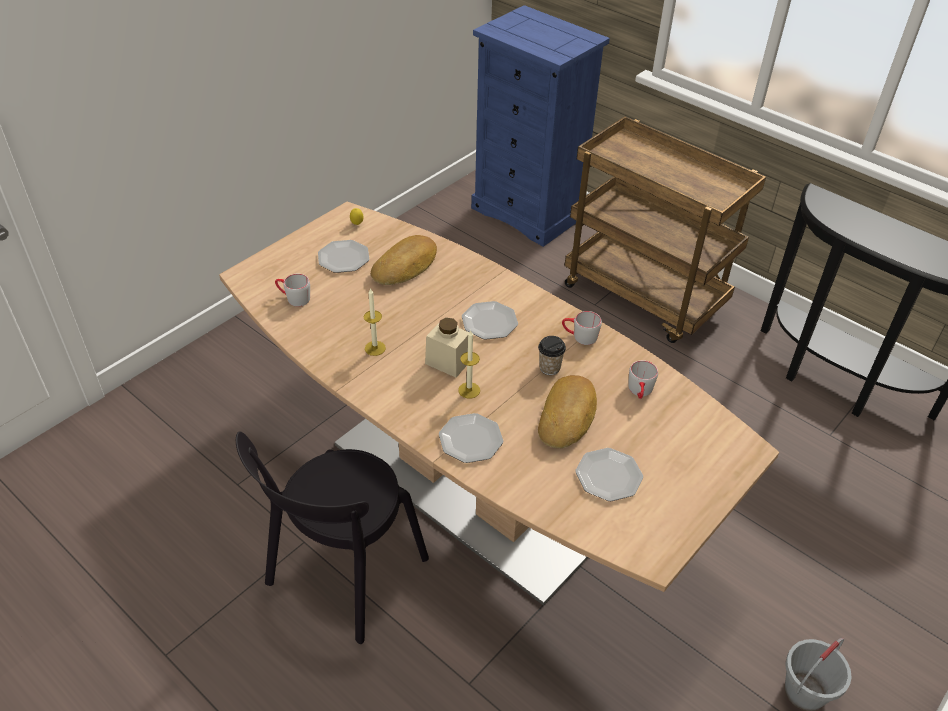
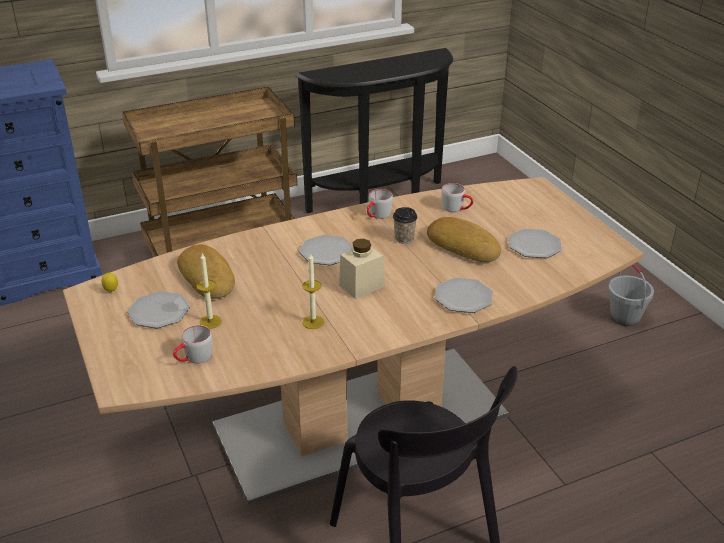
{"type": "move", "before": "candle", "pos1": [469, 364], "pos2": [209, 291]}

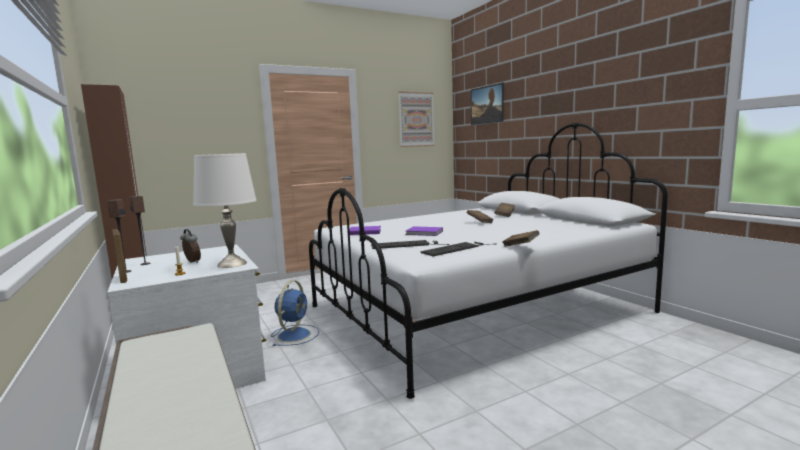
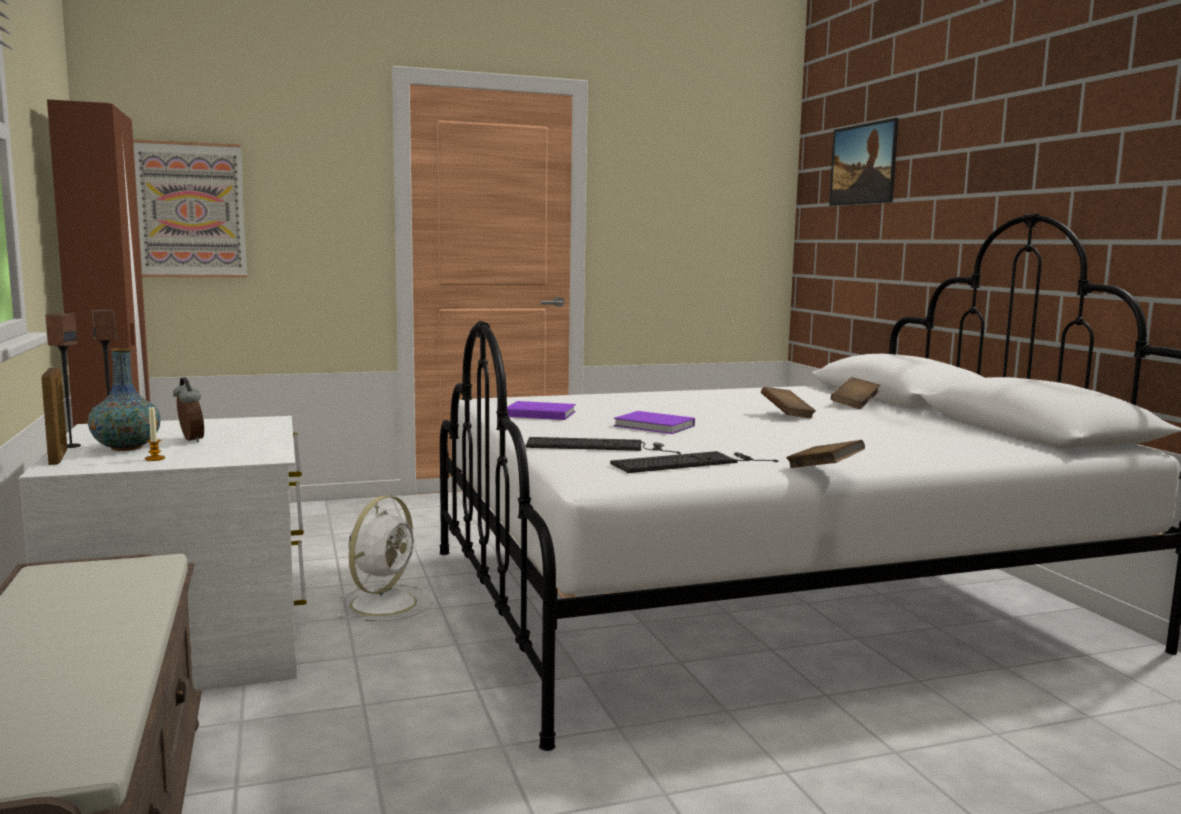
{"type": "delete", "before": "white table lamp", "pos1": [225, 210]}
{"type": "insert", "after": "vase", "pos2": [124, 399]}
{"type": "move", "before": "picture", "pos1": [416, 119], "pos2": [190, 208]}
{"type": "recolor", "before": "blue fan", "after": "white fan", "pos1": [295, 313], "pos2": [384, 558]}

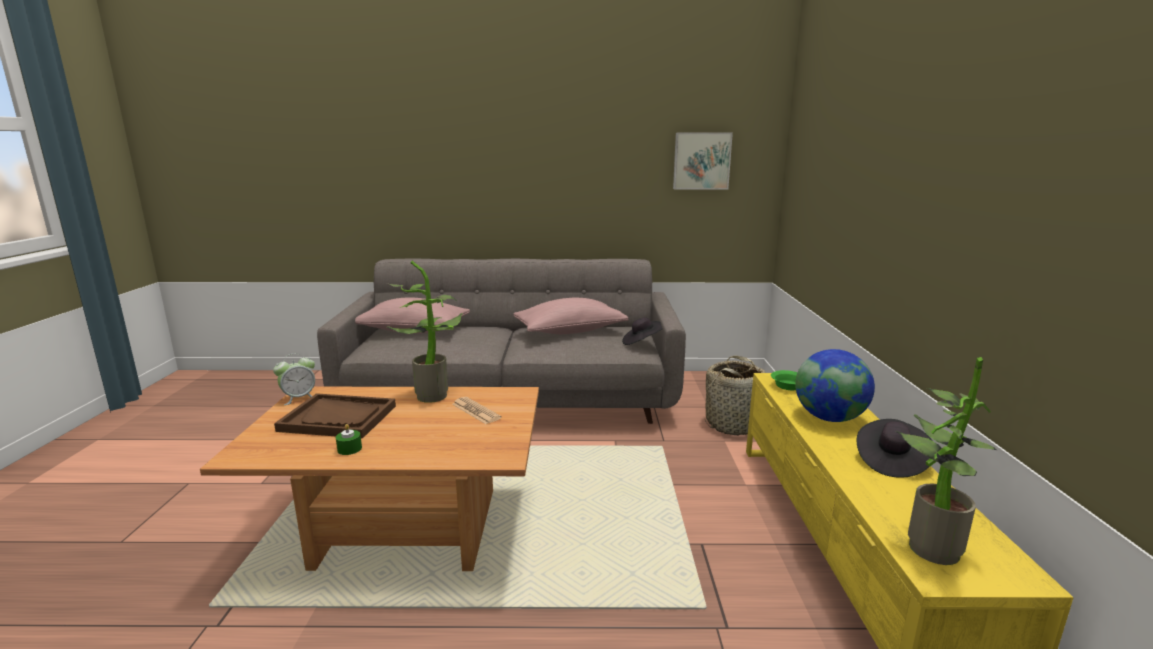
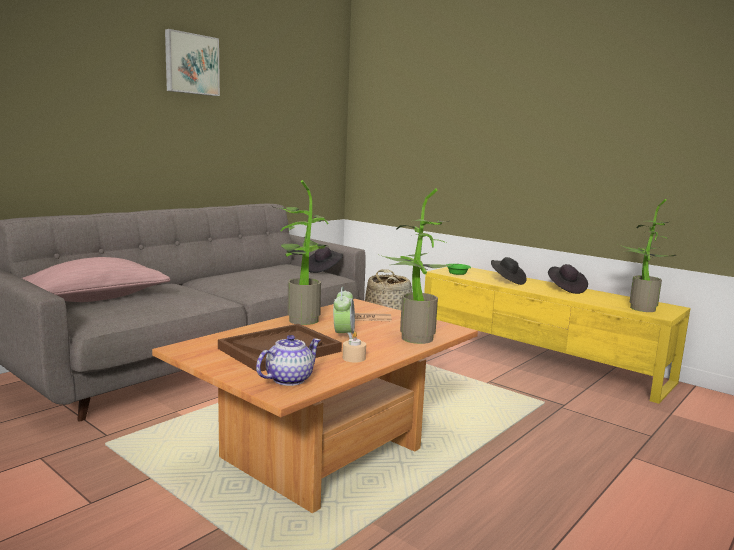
{"type": "delete", "before": "pink pillow", "pos1": [571, 316]}
{"type": "insert", "after": "teapot", "pos2": [288, 360]}
{"type": "insert", "after": "potted plant", "pos2": [418, 266]}
{"type": "move", "before": "alarm clock", "pos1": [294, 379], "pos2": [344, 313]}
{"type": "move", "before": "picture", "pos1": [703, 161], "pos2": [192, 62]}
{"type": "replace", "before": "globe", "after": "black hat", "pos1": [835, 385], "pos2": [508, 271]}
{"type": "recolor", "before": "green candle", "after": "beige candle", "pos1": [349, 439], "pos2": [354, 347]}

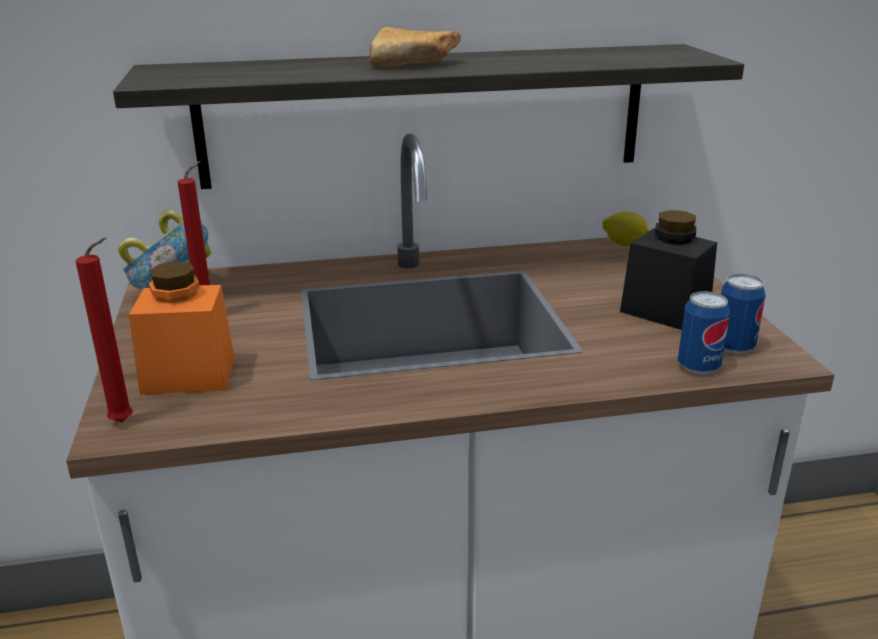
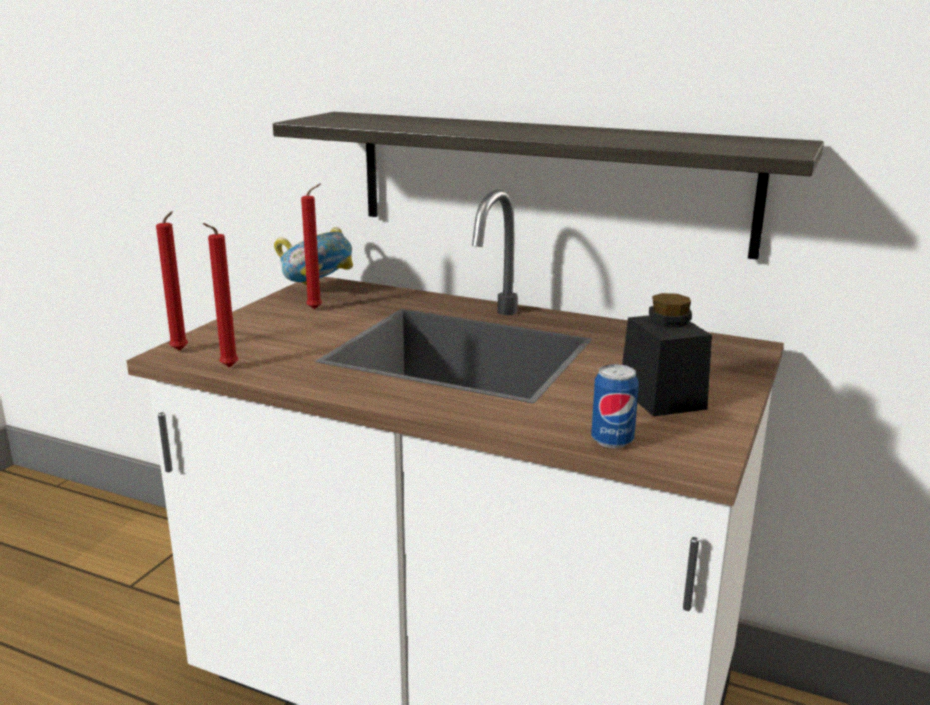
{"type": "delete", "before": "orange jar", "pos1": [182, 328]}
{"type": "delete", "before": "bread", "pos1": [415, 47]}
{"type": "delete", "before": "lemon", "pos1": [626, 229]}
{"type": "delete", "before": "can", "pos1": [743, 314]}
{"type": "insert", "after": "red candle", "pos2": [220, 295]}

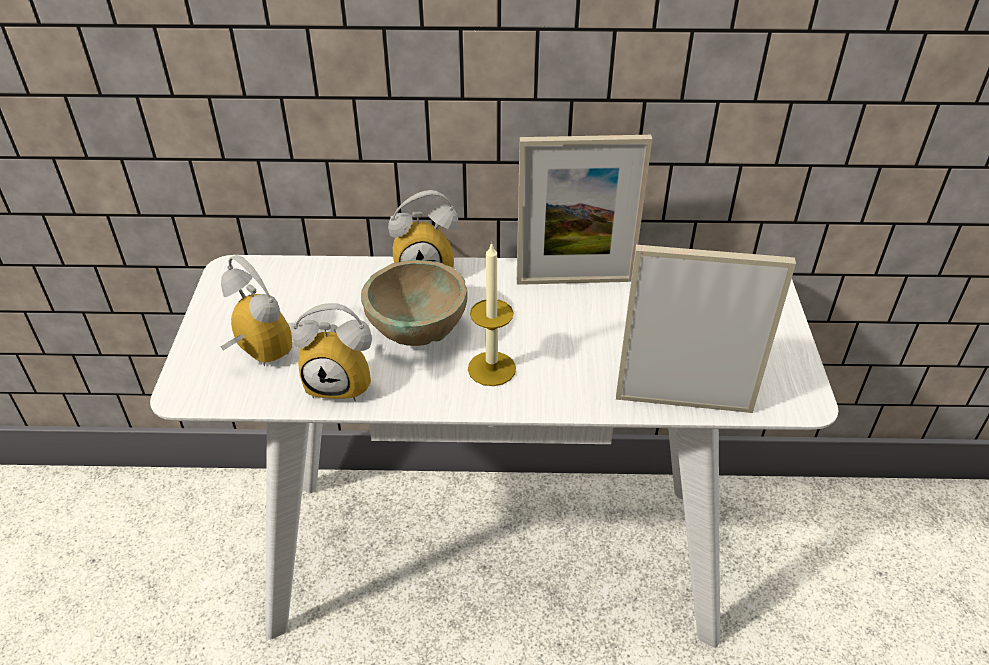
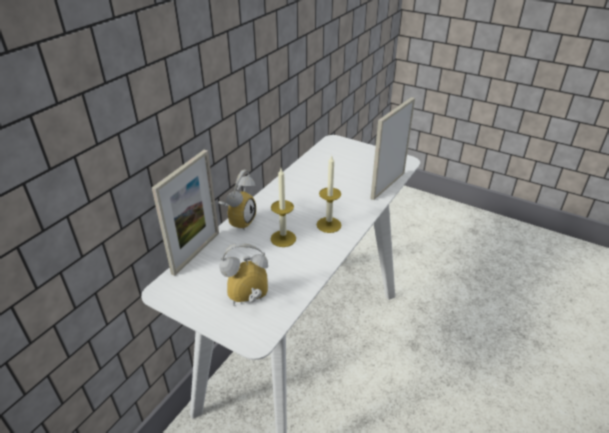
{"type": "delete", "before": "alarm clock", "pos1": [332, 352]}
{"type": "move", "before": "picture frame", "pos1": [584, 210], "pos2": [185, 213]}
{"type": "replace", "before": "beige bowl", "after": "candle", "pos1": [414, 303], "pos2": [283, 207]}

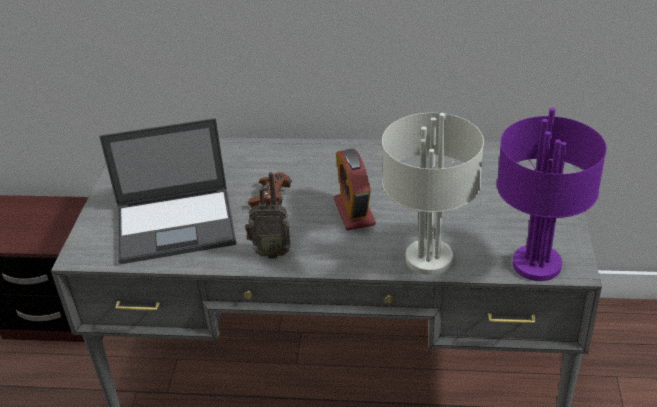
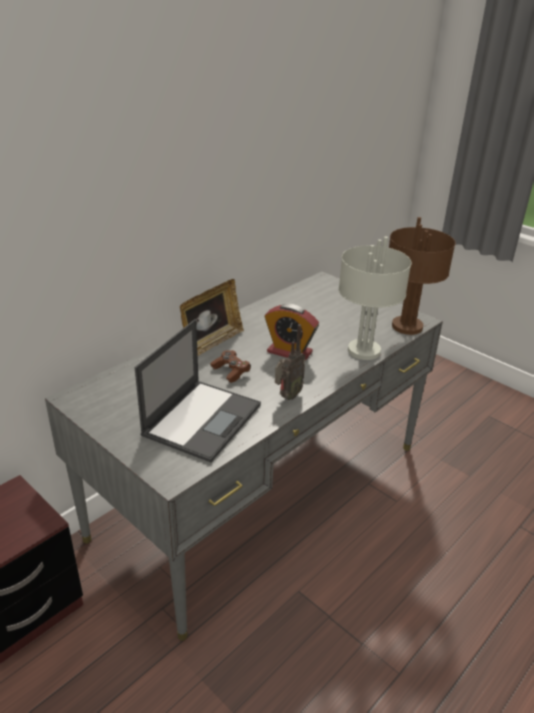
{"type": "insert", "after": "picture frame", "pos2": [212, 317]}
{"type": "recolor", "before": "purple table lamp", "after": "brown table lamp", "pos1": [552, 194], "pos2": [422, 276]}

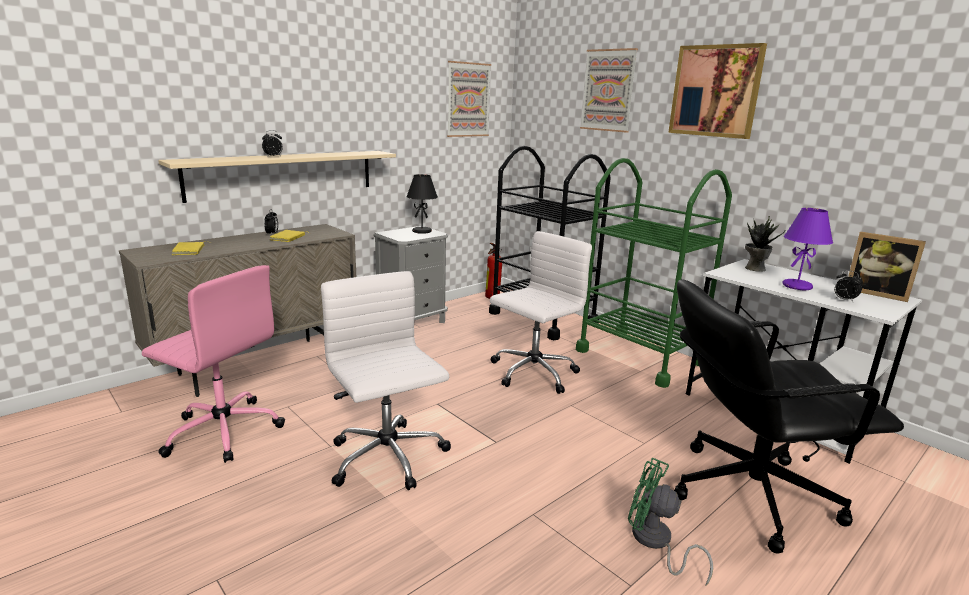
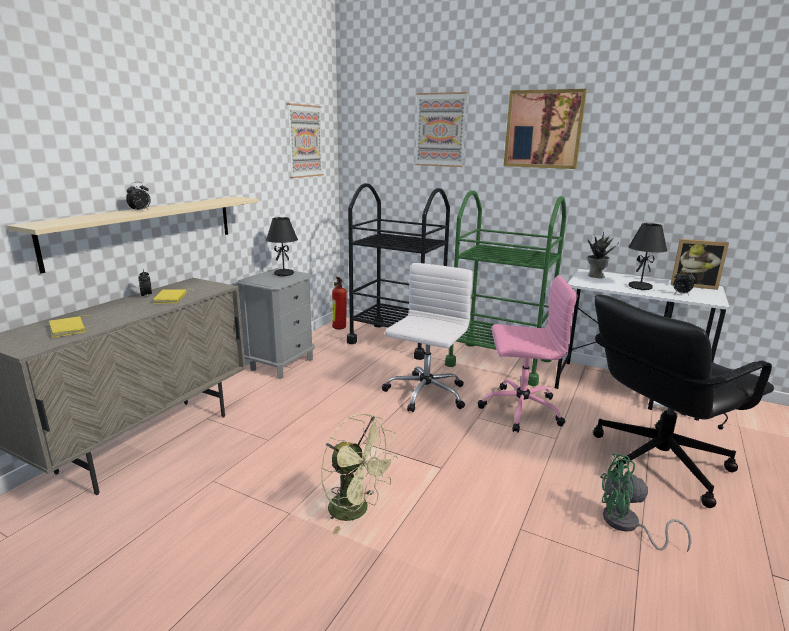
{"type": "move", "before": "pink office chair", "pos1": [213, 364], "pos2": [528, 354]}
{"type": "replace", "before": "white office chair", "after": "green fan", "pos1": [386, 380], "pos2": [359, 473]}
{"type": "recolor", "before": "purple table lamp", "after": "black table lamp", "pos1": [808, 249], "pos2": [647, 256]}

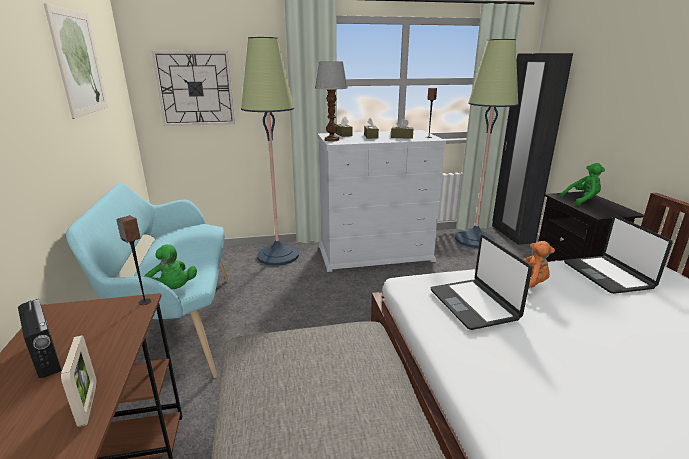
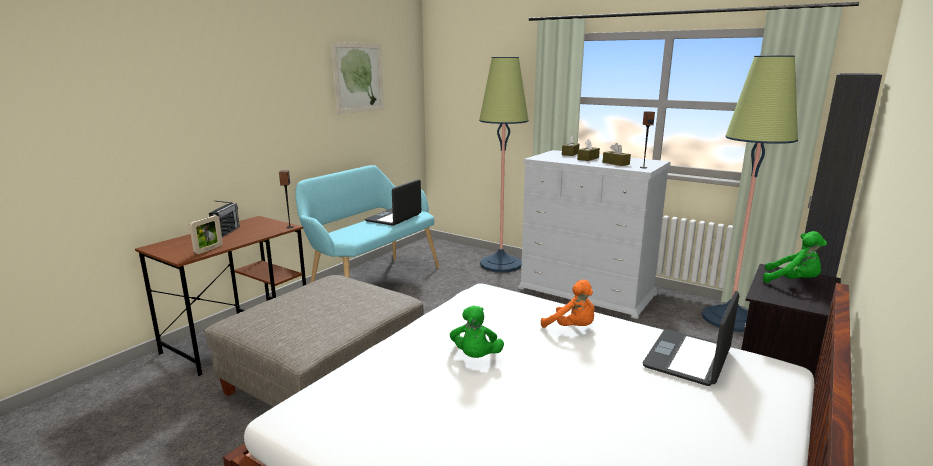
{"type": "delete", "before": "wall clock", "pos1": [193, 88]}
{"type": "delete", "before": "table lamp", "pos1": [331, 102]}
{"type": "move", "before": "green plush toy", "pos1": [170, 266], "pos2": [477, 332]}
{"type": "move", "before": "laptop", "pos1": [481, 282], "pos2": [393, 202]}

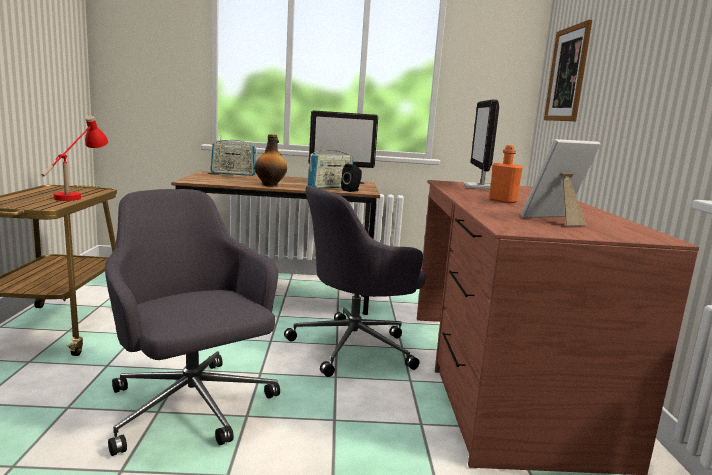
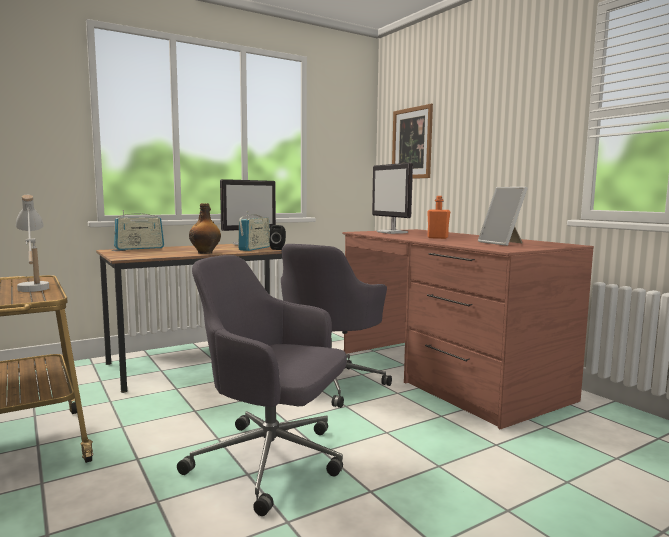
{"type": "recolor", "before": "red table lamp", "after": "white table lamp", "pos1": [74, 158], "pos2": [32, 243]}
{"type": "rotate", "before": "picture frame", "pos1": [561, 182], "pos2": [503, 216], "turn": -60}

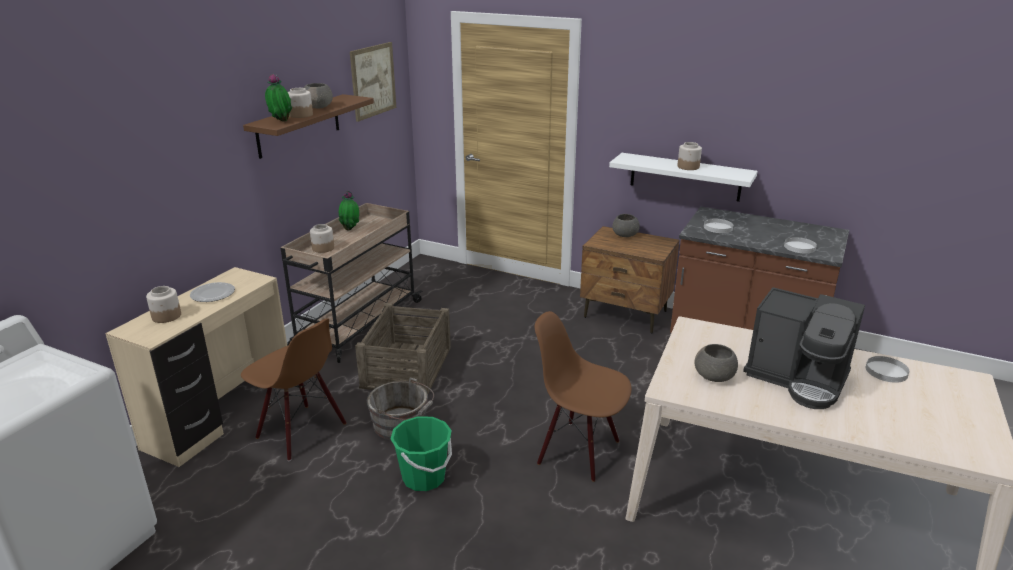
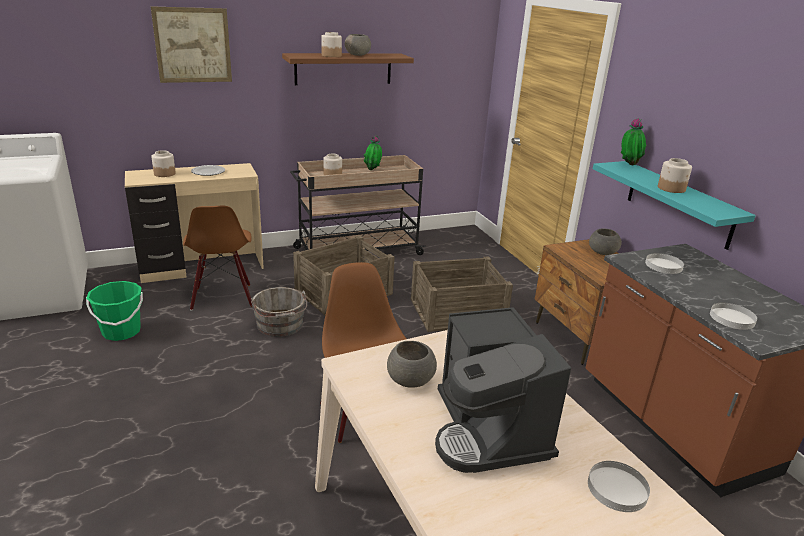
{"type": "insert", "after": "crate", "pos2": [462, 294]}
{"type": "move", "before": "potted plant", "pos1": [278, 97], "pos2": [634, 141]}
{"type": "move", "before": "picture", "pos1": [373, 82], "pos2": [191, 44]}
{"type": "move", "before": "green bucket", "pos1": [421, 453], "pos2": [114, 311]}
{"type": "recolor", "before": "white shelf", "after": "turquoise shelf", "pos1": [683, 177], "pos2": [674, 205]}

